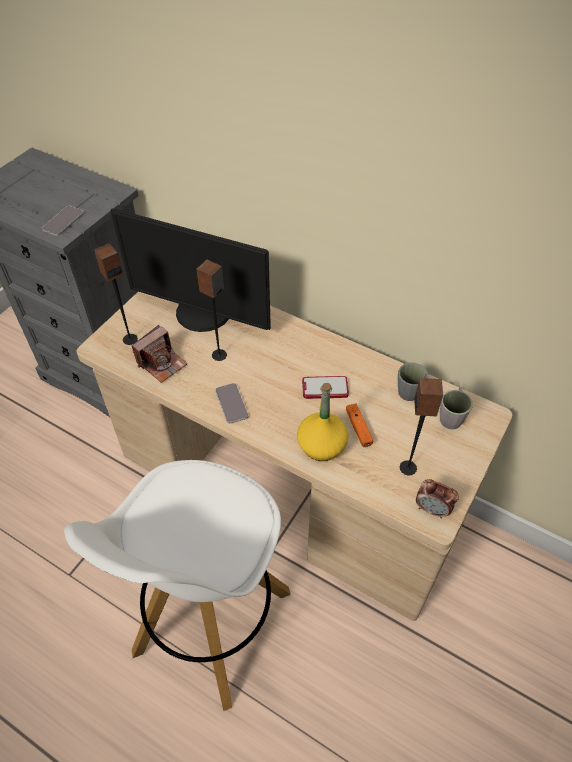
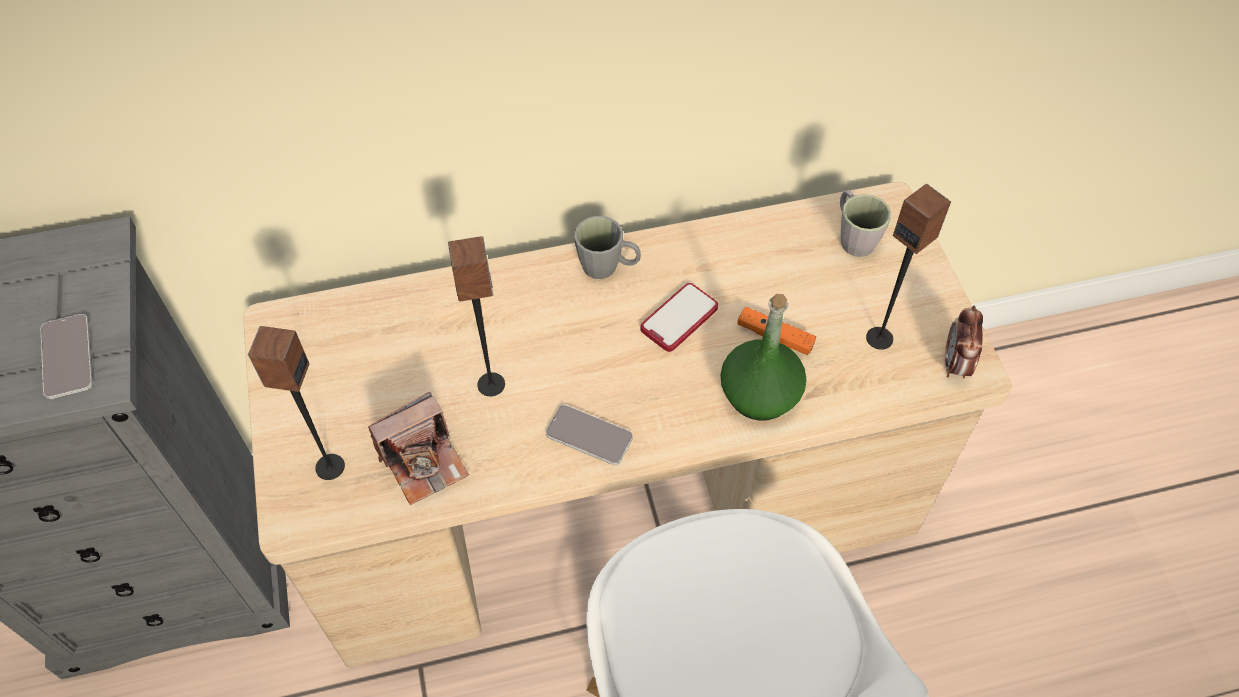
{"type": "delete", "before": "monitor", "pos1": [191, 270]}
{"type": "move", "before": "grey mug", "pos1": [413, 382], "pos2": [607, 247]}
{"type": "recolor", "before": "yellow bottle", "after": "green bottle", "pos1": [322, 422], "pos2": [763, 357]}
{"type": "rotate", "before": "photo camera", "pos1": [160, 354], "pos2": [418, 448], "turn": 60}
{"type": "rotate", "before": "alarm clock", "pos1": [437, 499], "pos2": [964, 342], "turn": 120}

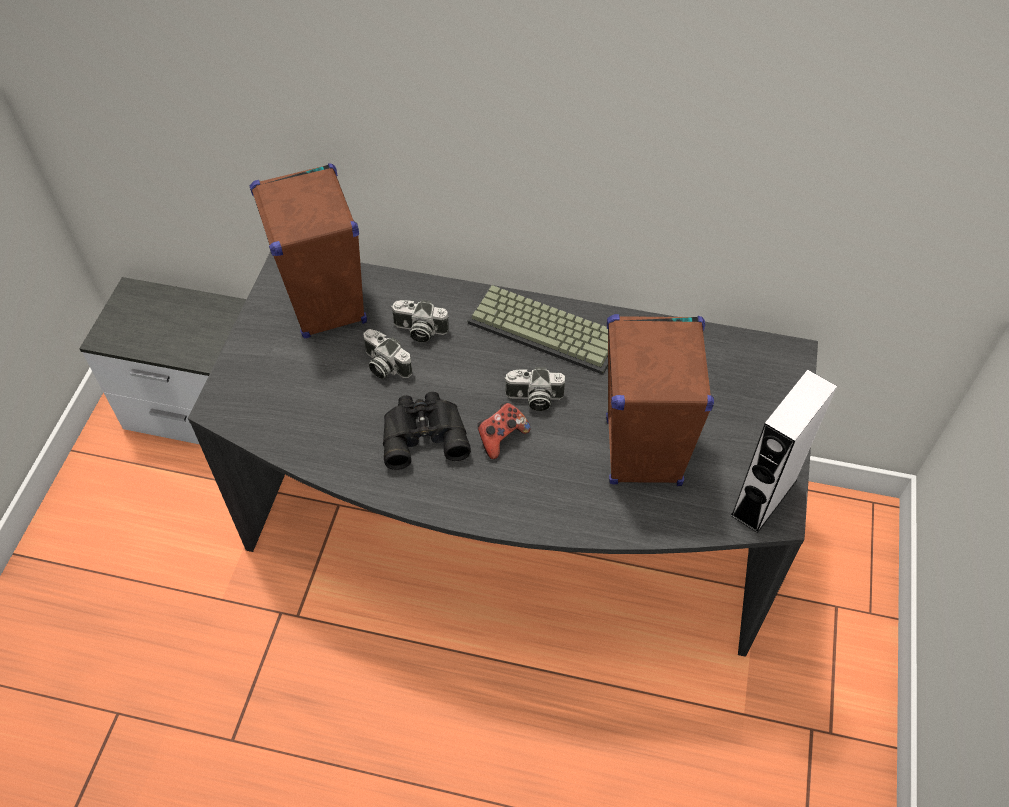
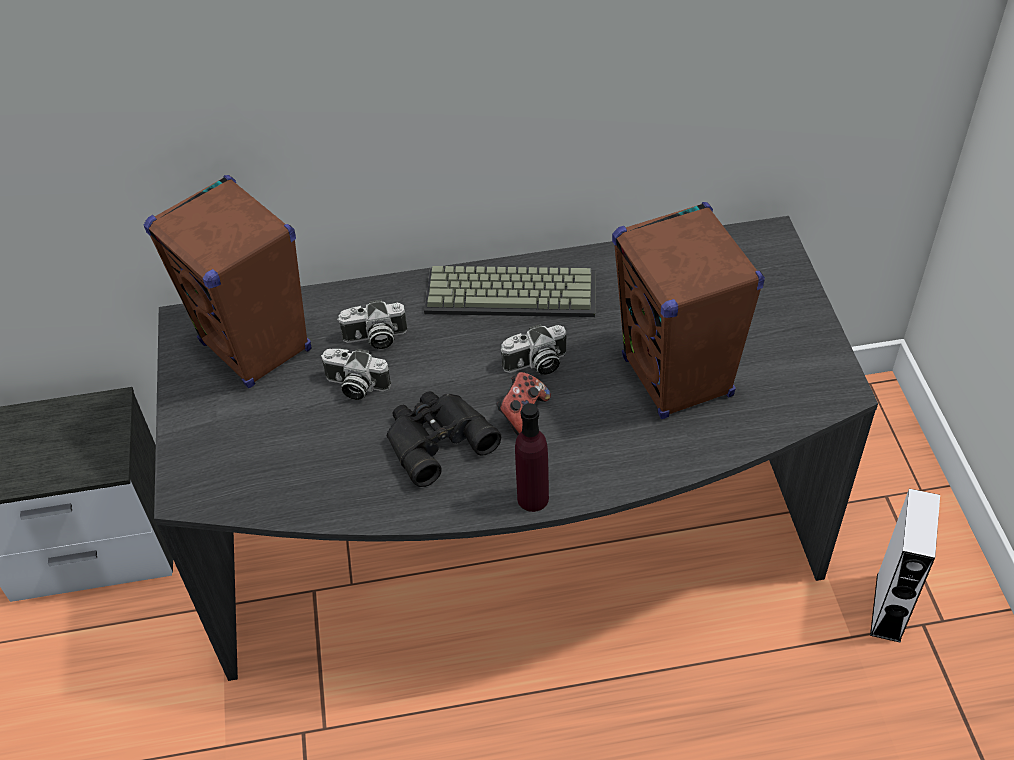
{"type": "insert", "after": "purple bottle", "pos2": [532, 457]}
{"type": "move", "before": "white speaker", "pos1": [783, 451], "pos2": [905, 566]}

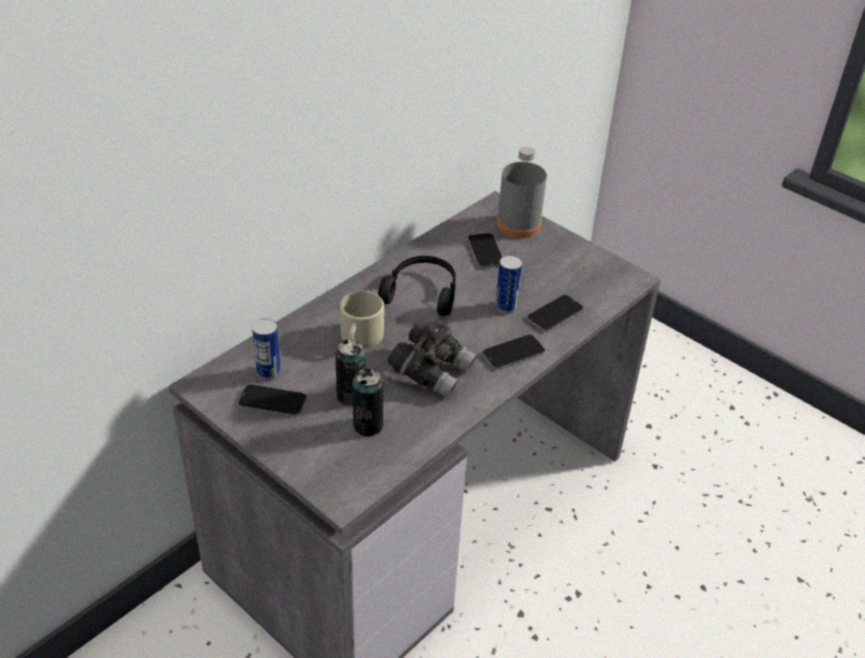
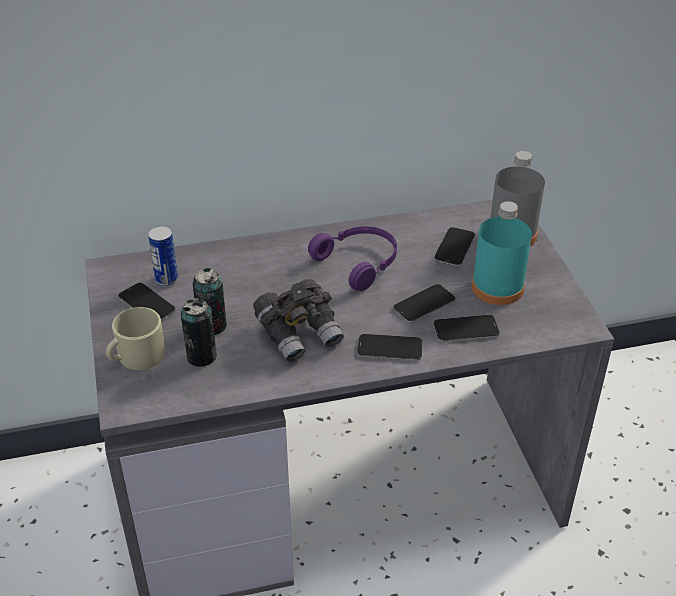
{"type": "insert", "after": "turquoise bottle", "pos2": [502, 253]}
{"type": "move", "before": "beige mug", "pos1": [362, 320], "pos2": [135, 338]}
{"type": "replace", "before": "can", "after": "phone", "pos1": [508, 284], "pos2": [424, 303]}
{"type": "recolor", "before": "black headphones", "after": "purple headphones", "pos1": [417, 286], "pos2": [352, 258]}

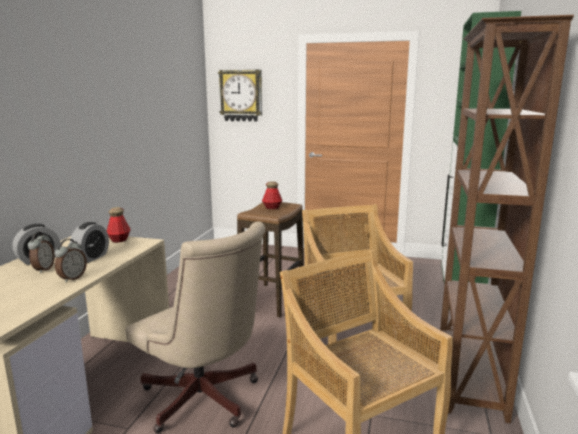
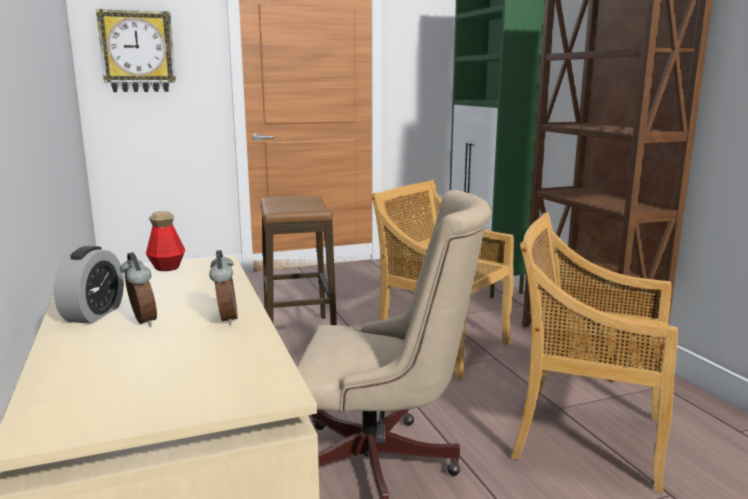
{"type": "delete", "before": "alarm clock", "pos1": [89, 242]}
{"type": "delete", "before": "bottle", "pos1": [272, 195]}

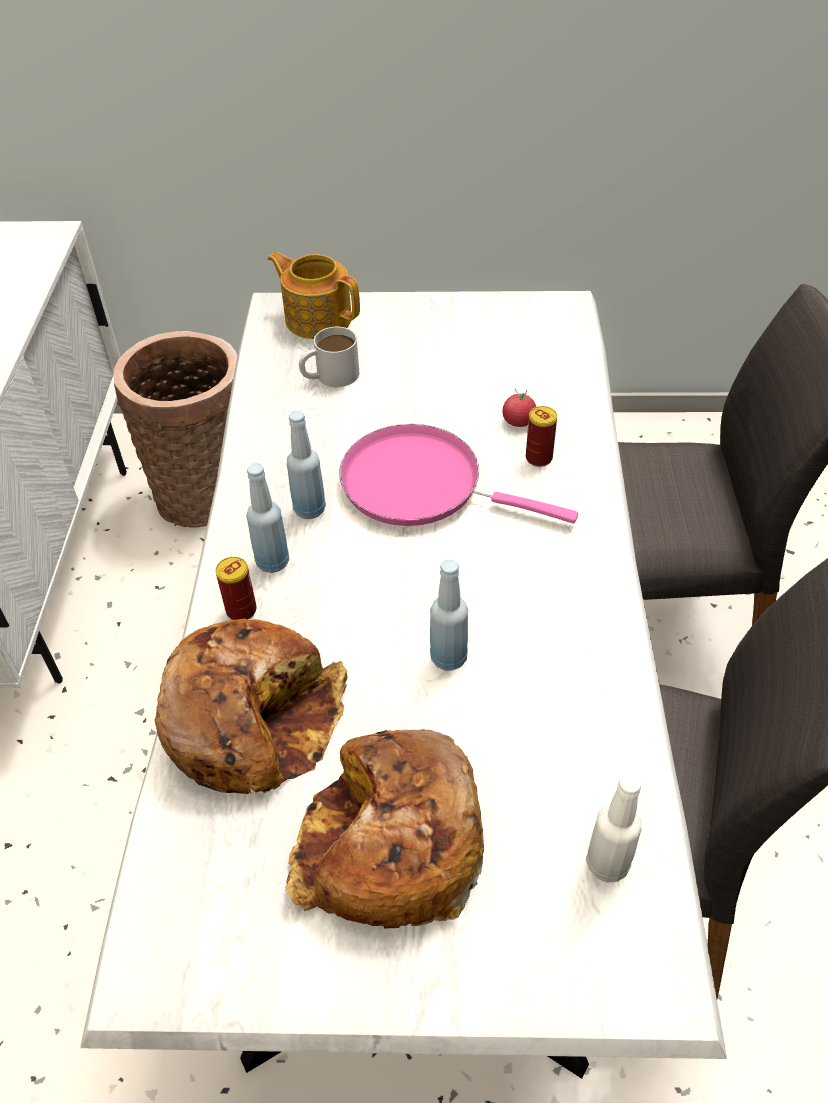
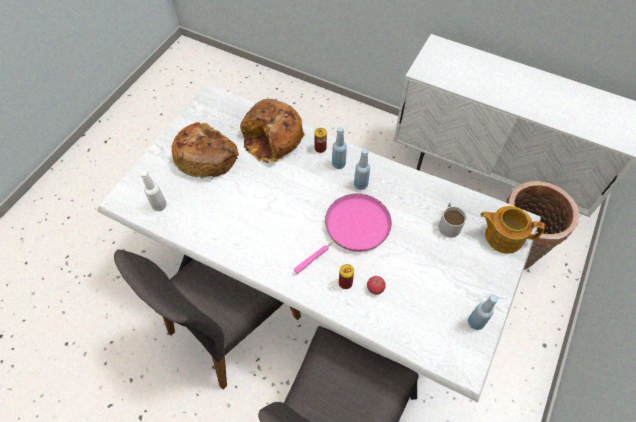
{"type": "move", "before": "blue bottle", "pos1": [449, 614], "pos2": [483, 312]}
{"type": "rotate", "before": "teapot", "pos1": [313, 295], "pos2": [512, 230], "turn": -135}

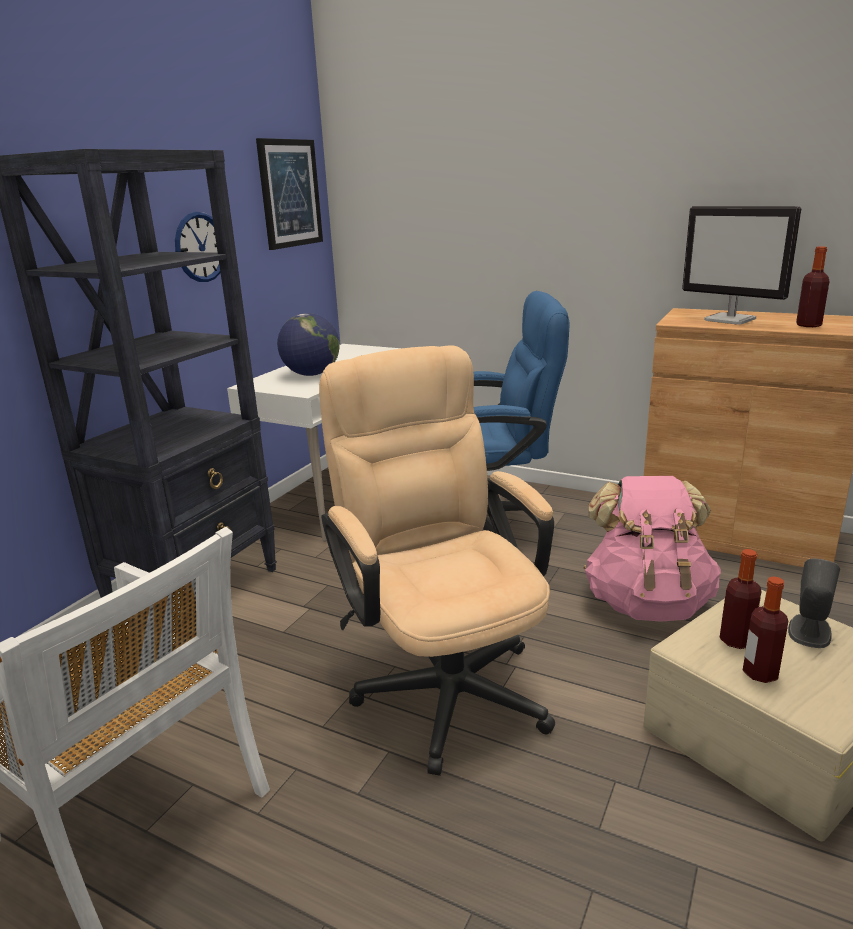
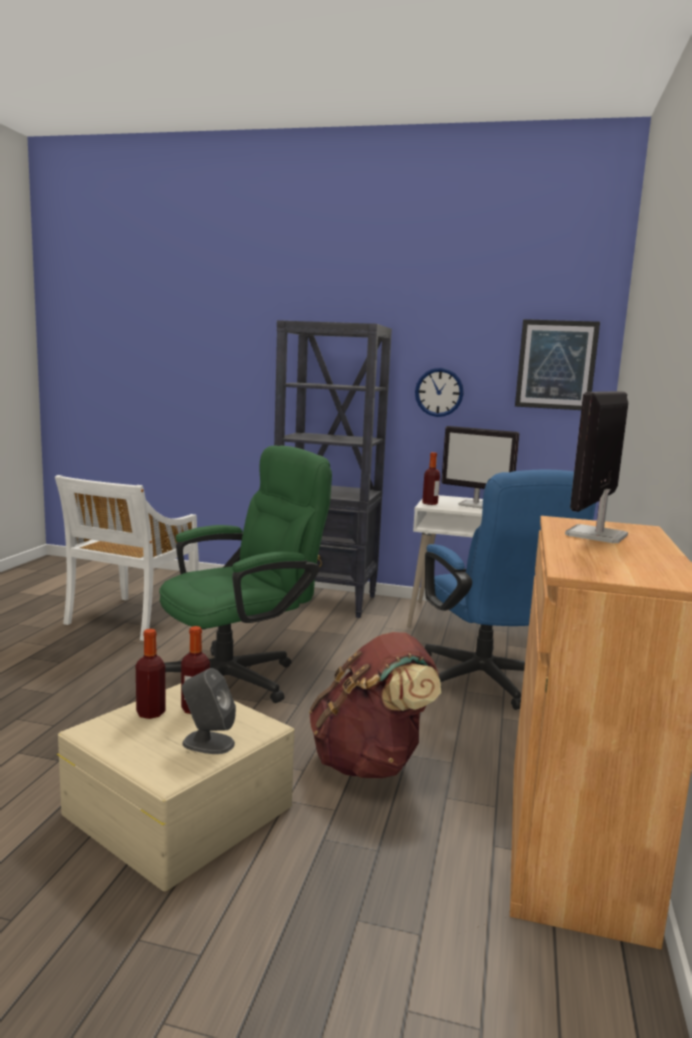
{"type": "move", "before": "bottle", "pos1": [813, 286], "pos2": [431, 478]}
{"type": "replace", "before": "globe", "after": "monitor", "pos1": [308, 344], "pos2": [480, 467]}
{"type": "recolor", "before": "beige office chair", "after": "green office chair", "pos1": [437, 561], "pos2": [245, 574]}
{"type": "recolor", "before": "pink backpack", "after": "brown backpack", "pos1": [652, 549], "pos2": [375, 705]}

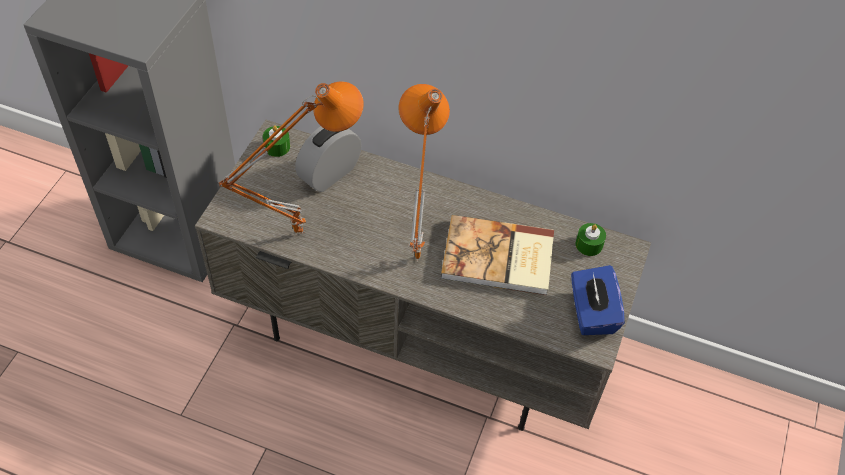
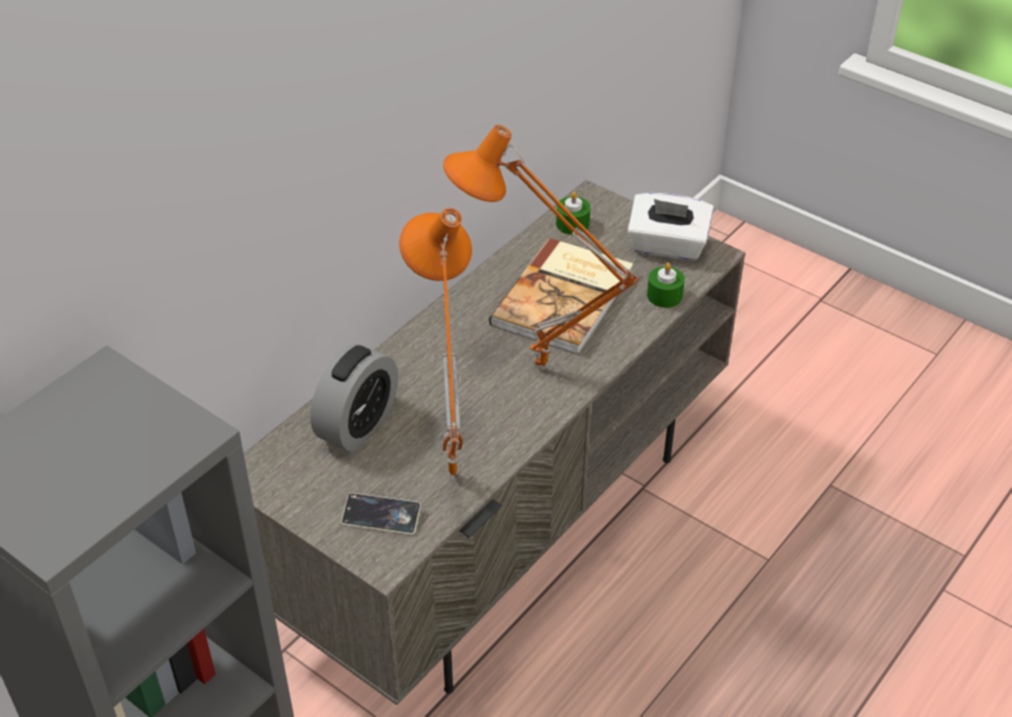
{"type": "insert", "after": "phone", "pos2": [381, 514]}
{"type": "move", "before": "green candle", "pos1": [276, 141], "pos2": [666, 285]}
{"type": "recolor", "before": "blue tissue box", "after": "white tissue box", "pos1": [598, 300], "pos2": [671, 227]}
{"type": "rotate", "before": "alarm clock", "pos1": [328, 159], "pos2": [354, 398], "turn": -120}

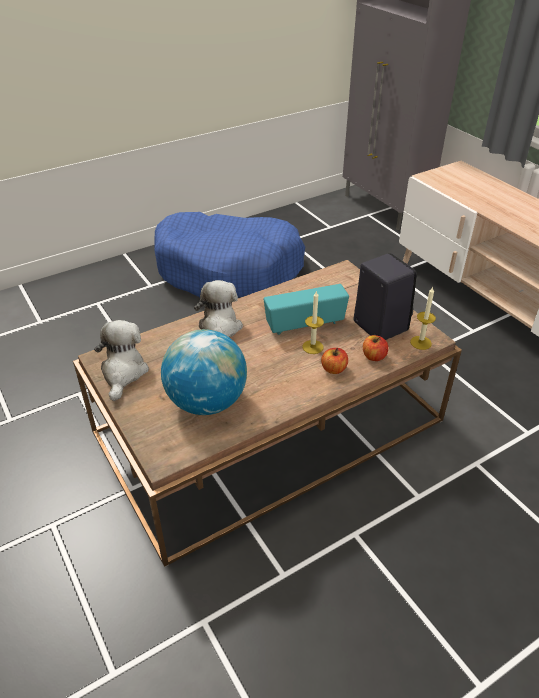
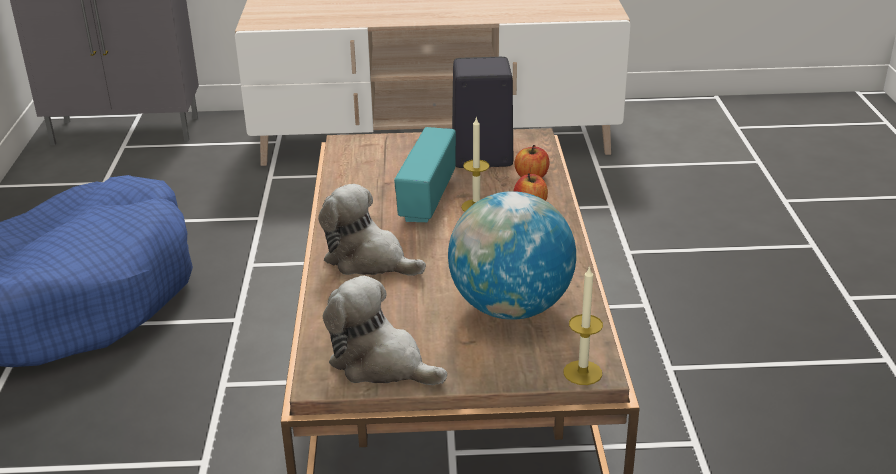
{"type": "move", "before": "candle", "pos1": [423, 318], "pos2": [583, 325]}

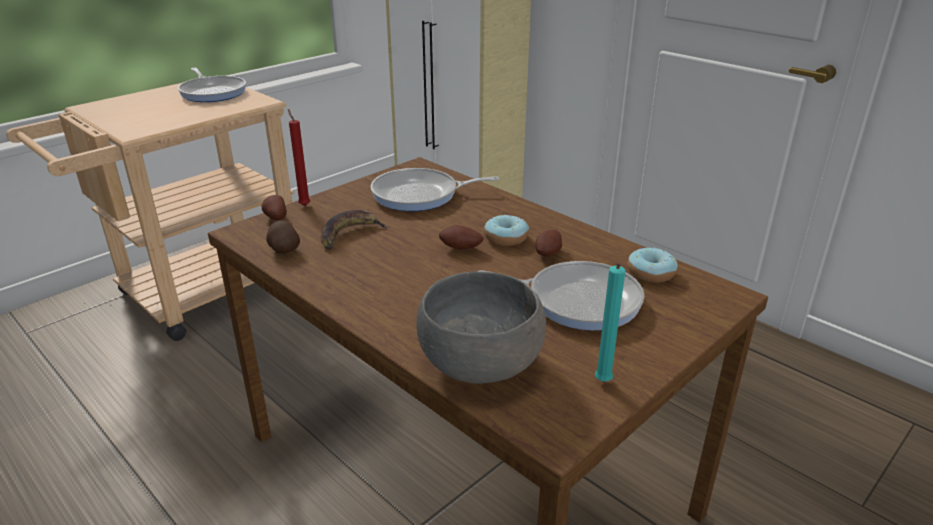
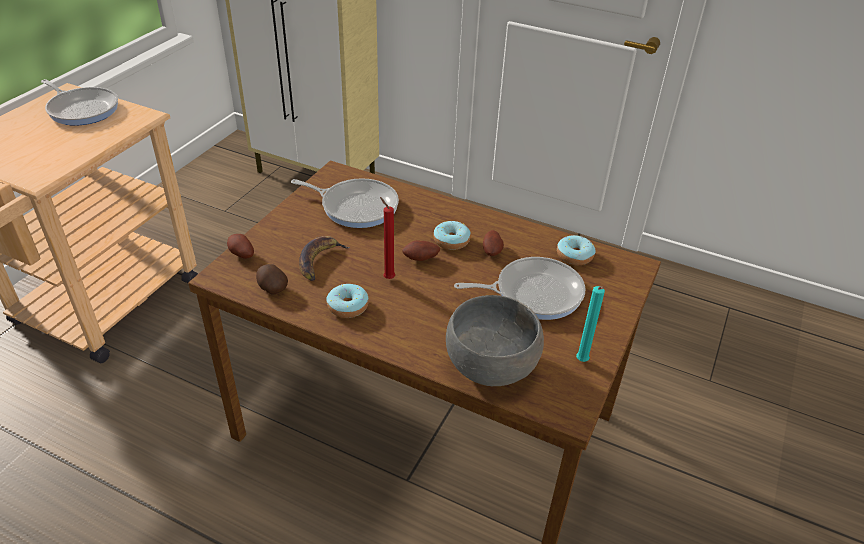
{"type": "insert", "after": "donut", "pos2": [347, 301]}
{"type": "move", "before": "red candle", "pos1": [299, 157], "pos2": [387, 238]}
{"type": "rotate", "before": "frying pan", "pos1": [435, 189], "pos2": [345, 203], "turn": -135}

